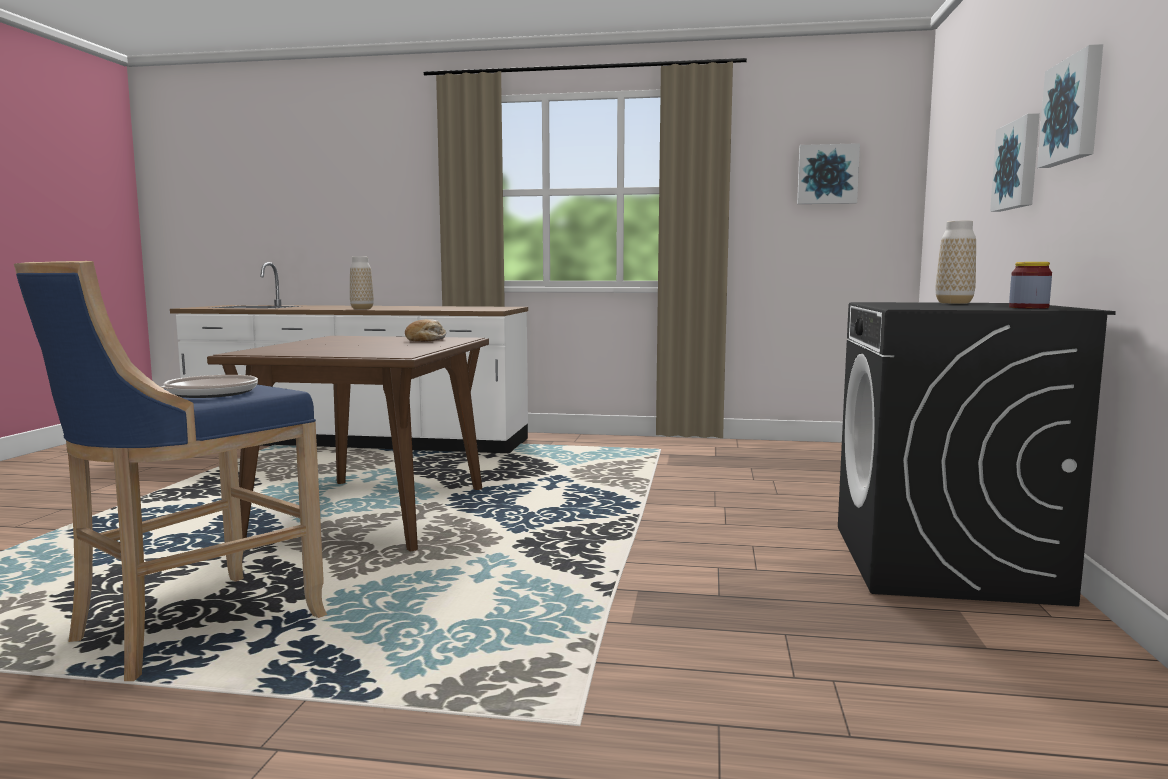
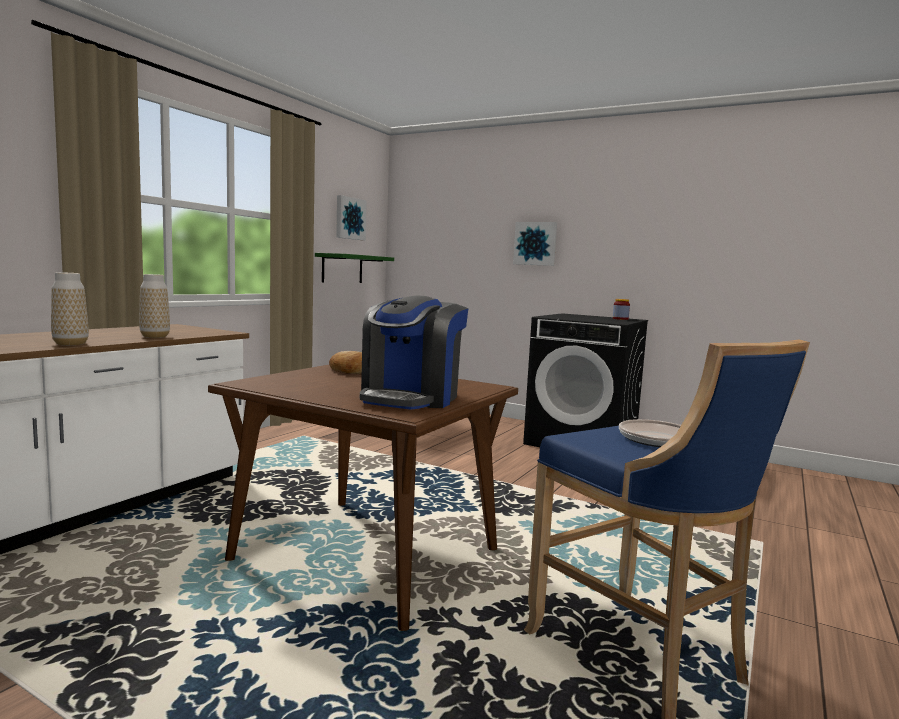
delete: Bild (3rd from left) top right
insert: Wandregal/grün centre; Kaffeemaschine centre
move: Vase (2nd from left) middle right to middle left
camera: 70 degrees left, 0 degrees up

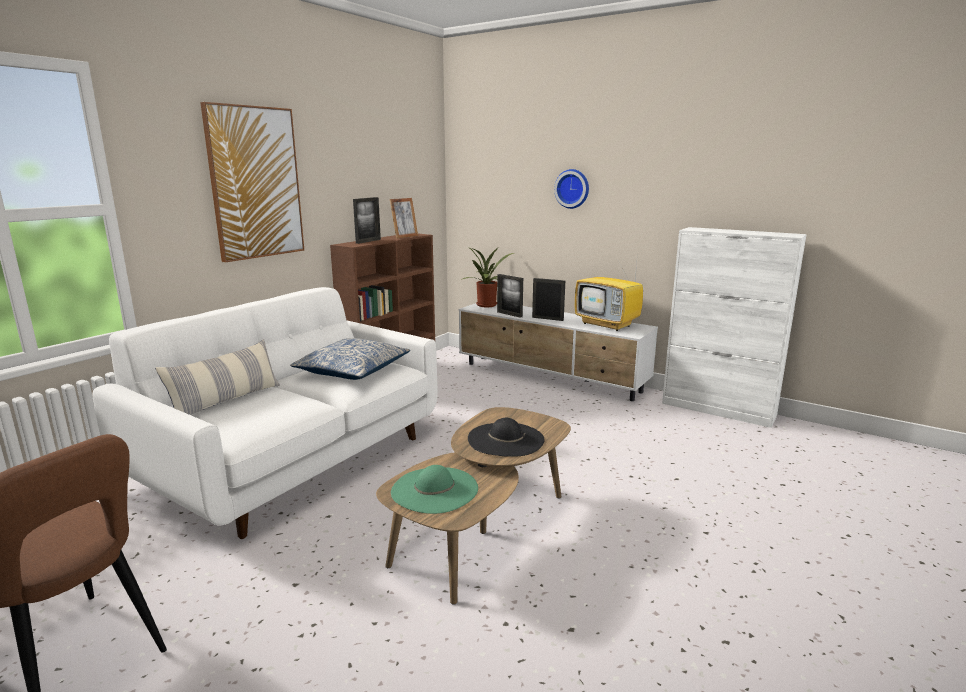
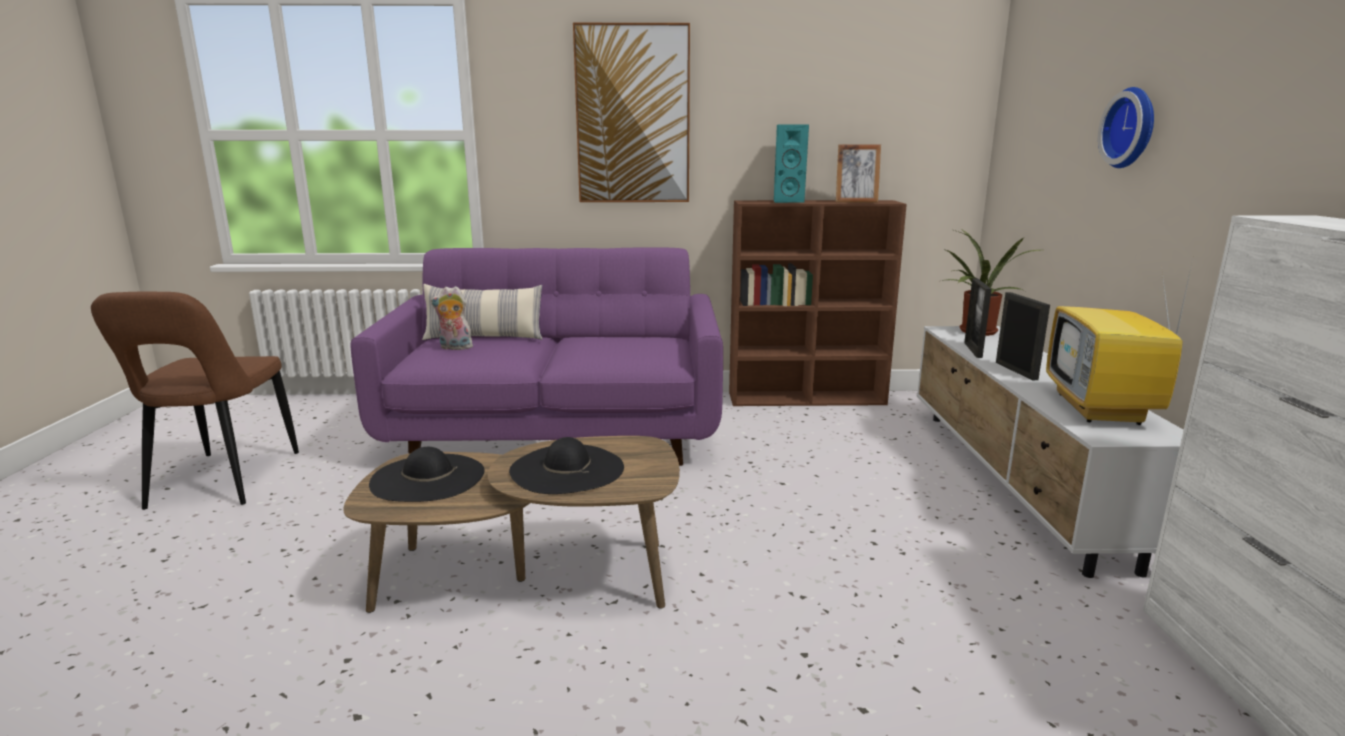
delete: Kissen (2nd from left) centre
insert: Plüschtier centre
replace: Bilderrahmen (1st from left) top centre to Lautsprecher/türkis top centre
recolor: Sofa/weiß middle left to Sofa/lila centre; Hut/grün bottom centre to Hut/schwarz (1st from left) middle left
camera: 55 degrees right, 0 degrees up

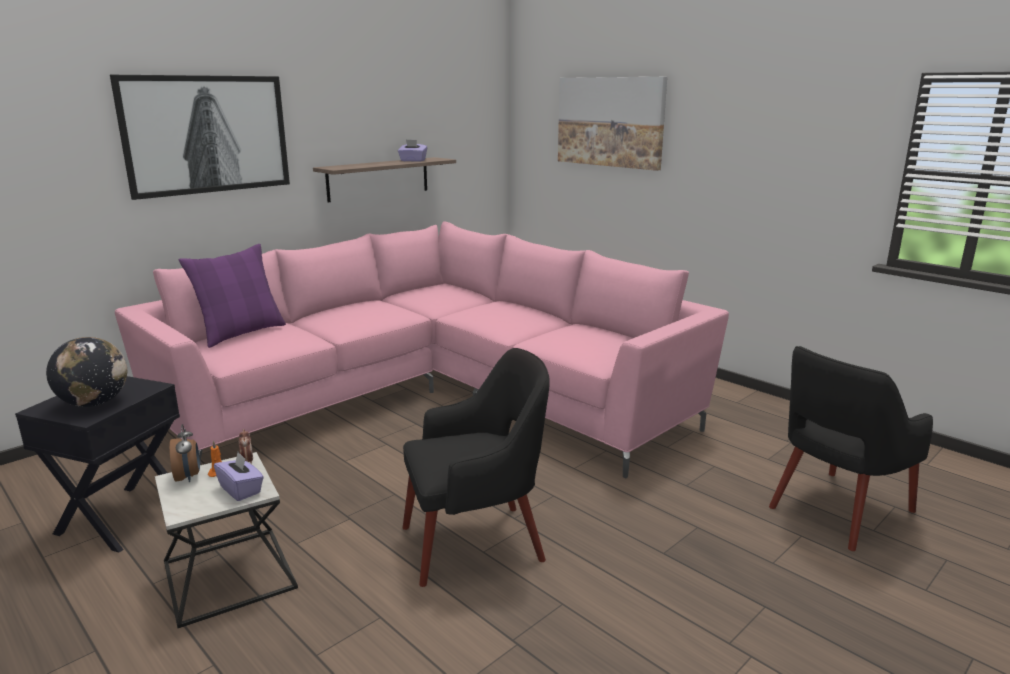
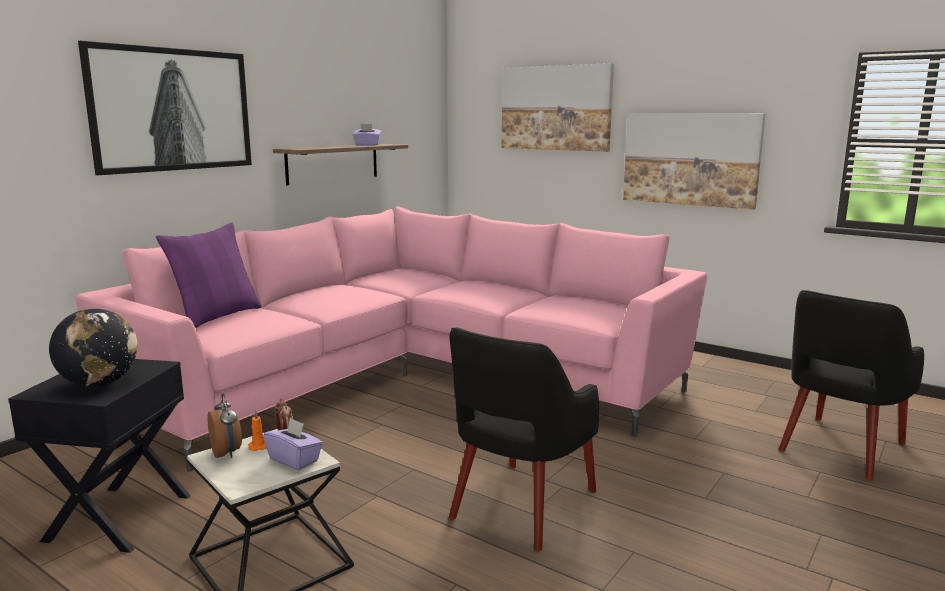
insert: Bild (3rd from left) top right
rotate: Sessel/schwarz (1st from left) bottom centre = bottom centre 150 degrees clockwise
camera: 10 degrees left, 5 degrees down

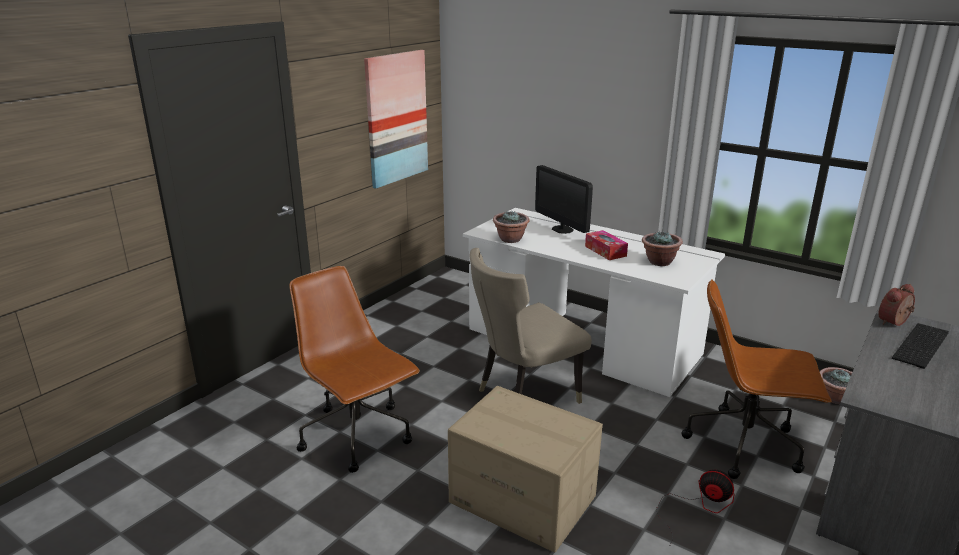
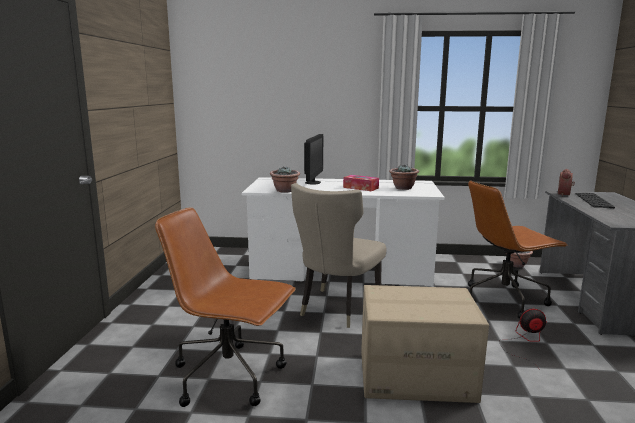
delete: Bild top centre
rotate: Monitor centre = centre 105 degrees counterclockwise
camera: 30 degrees left, 10 degrees down

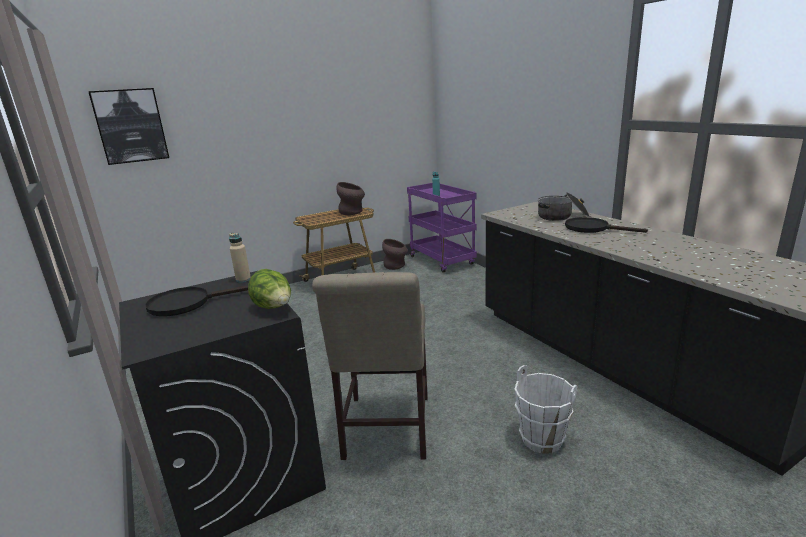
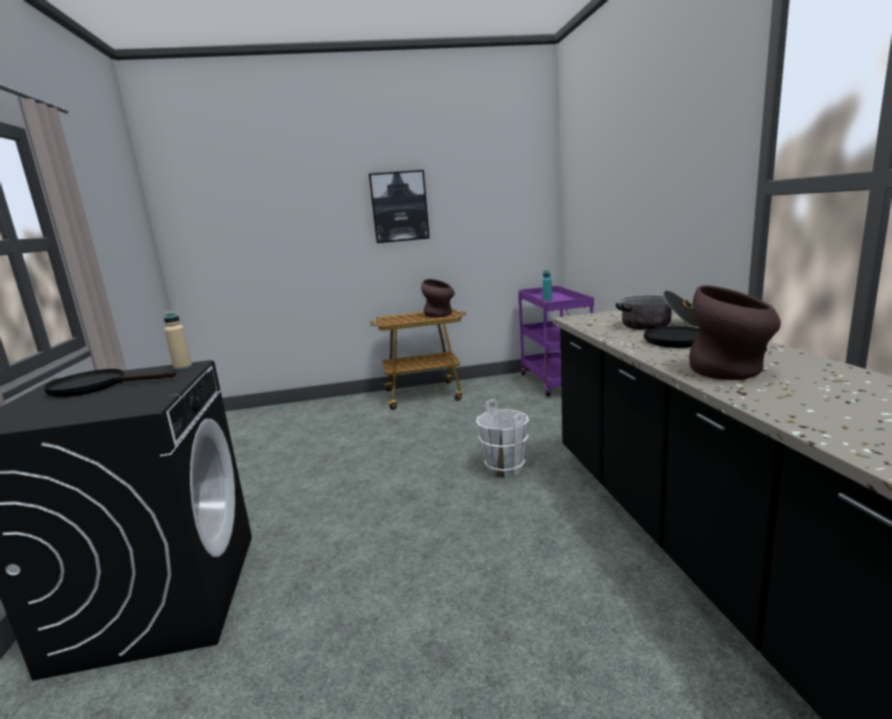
delete: Salatkopf centre; Stuhl/beige bottom centre
move: Bild top left to top centre; Vase/braun (2nd from left) centre to middle right; Eimer/weiß bottom right to centre
camera: 20 degrees right, 5 degrees down

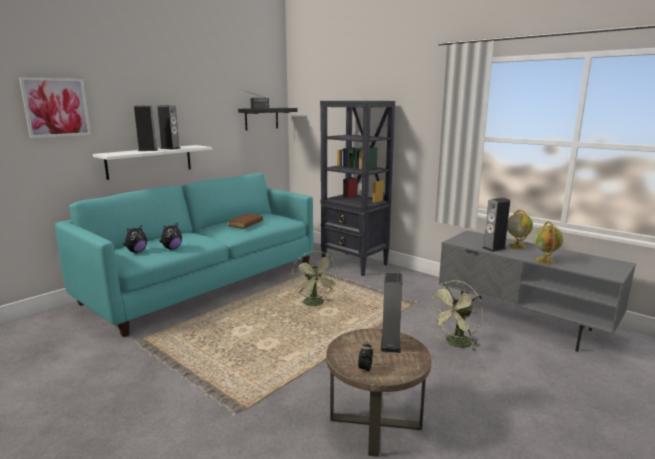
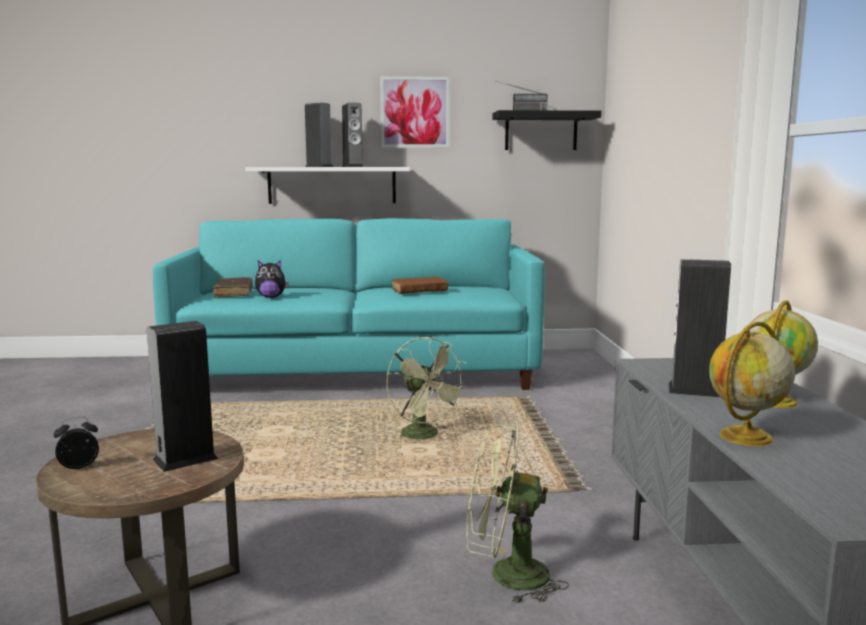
delete: Bücherregal/schwarz centre
move: Bild top left to top centre
replace: Plüschtier (1st from left) middle left to Buch/braun (1st from left) middle left
rotate: Ventilator/grün (1st from left) centre = centre 60 degrees counterclockwise
camera: 45 degrees right, 5 degrees down

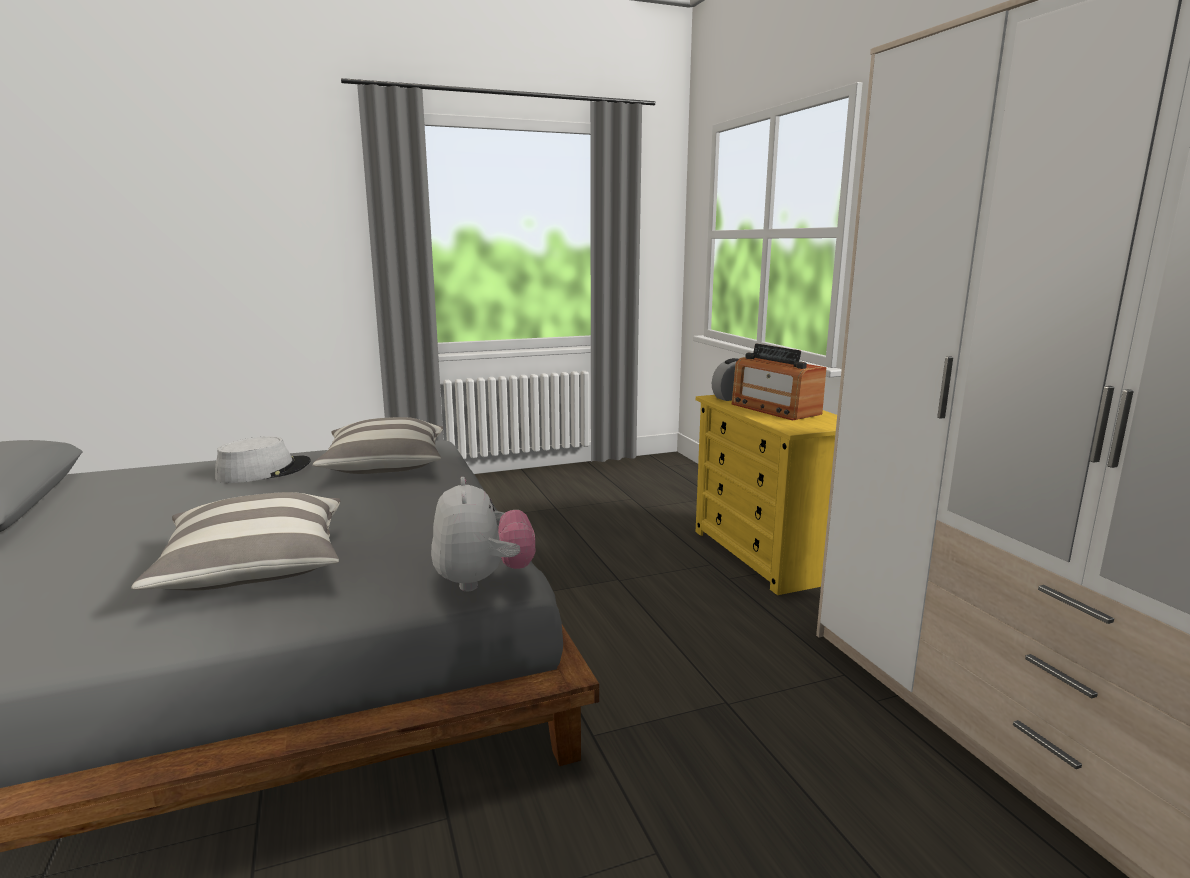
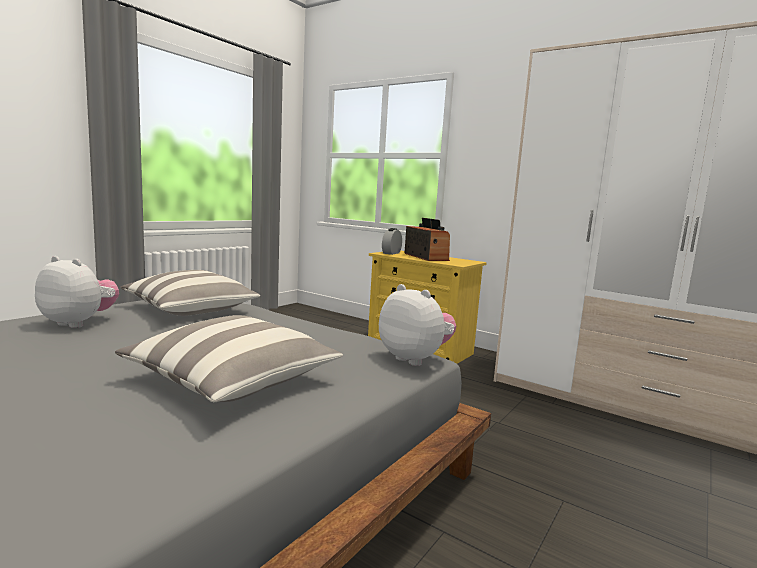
replace: Hut/grau middle left to Plüschtier (1st from left) middle left
rotate: Radio centre = centre 135 degrees counterclockwise
camera: 35 degrees left, 5 degrees down

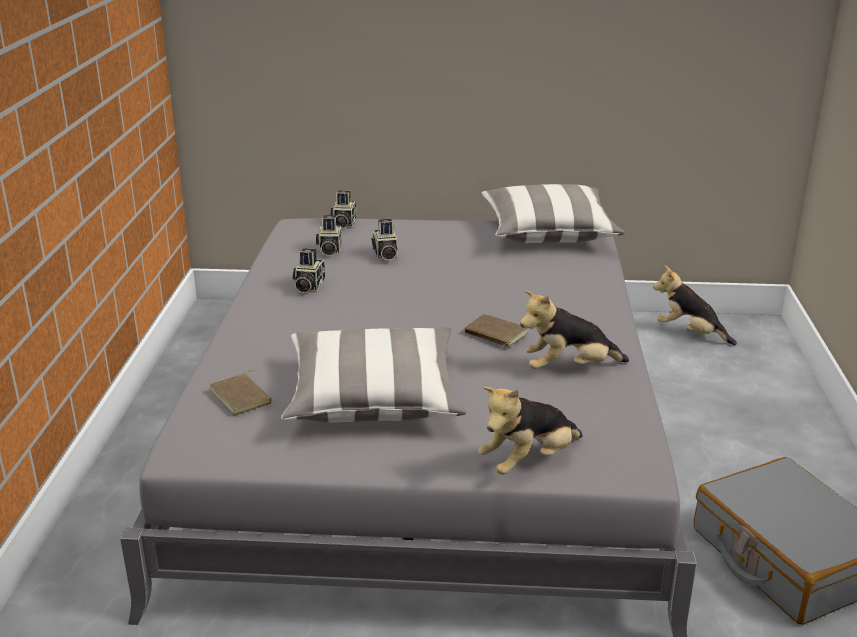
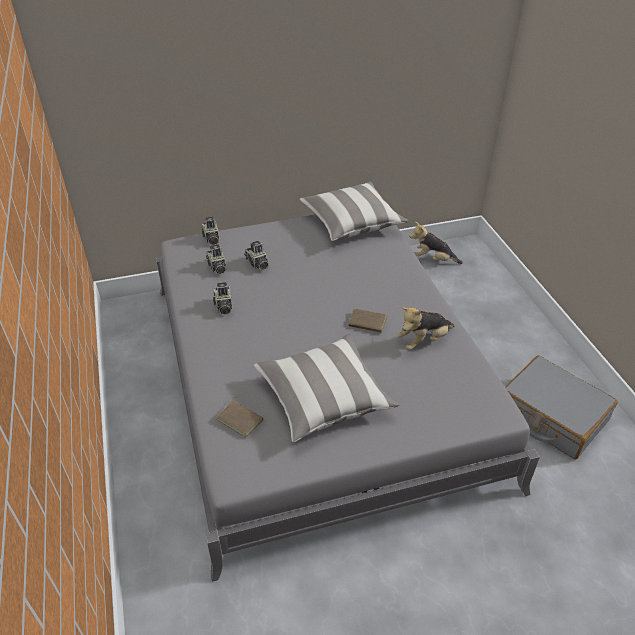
delete: Plüschtier (1st from left) bottom centre
camera: 20 degrees left, 15 degrees up

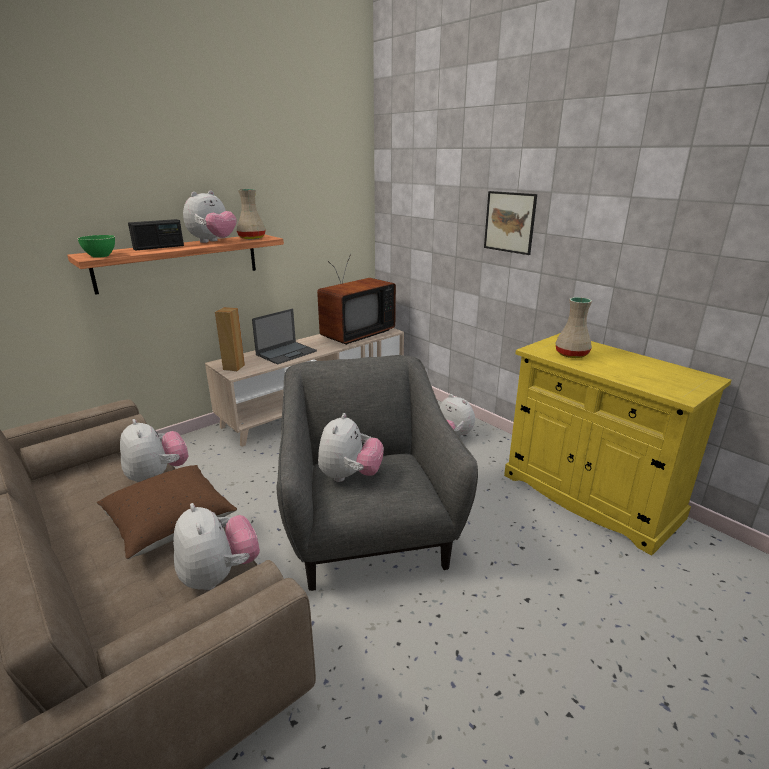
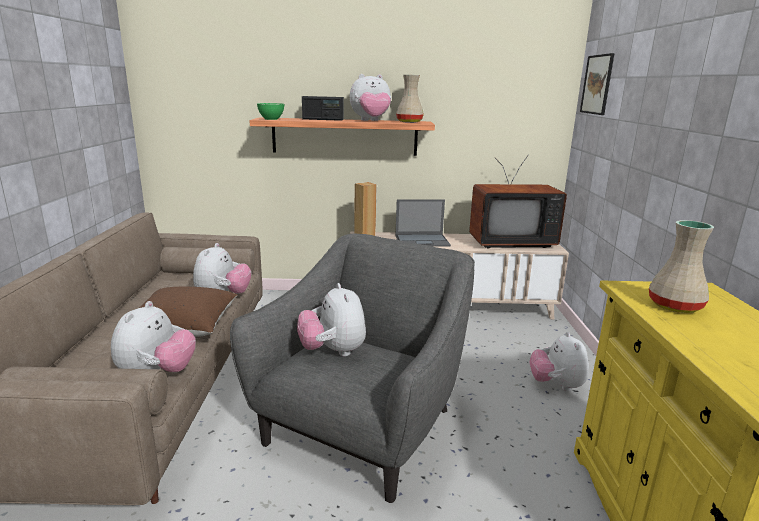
move: Bild top centre to top right
rotate: Plüschtier (4th from left in the first image) centre = centre 105 degrees clockwise
camera: 40 degrees right, 5 degrees down

